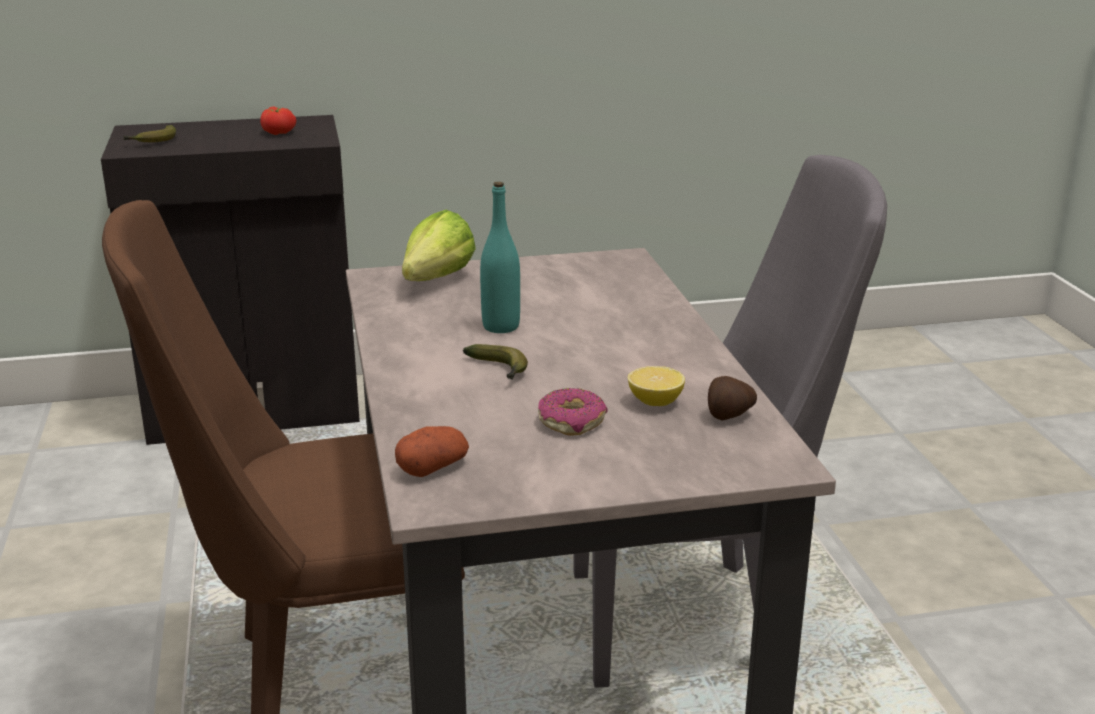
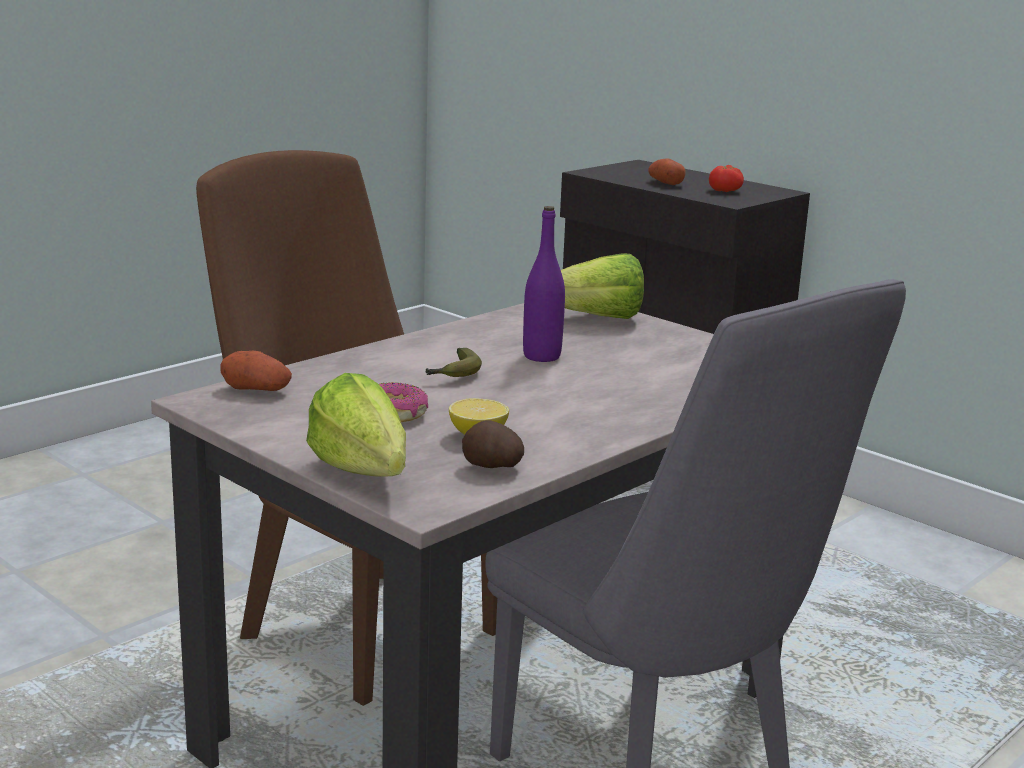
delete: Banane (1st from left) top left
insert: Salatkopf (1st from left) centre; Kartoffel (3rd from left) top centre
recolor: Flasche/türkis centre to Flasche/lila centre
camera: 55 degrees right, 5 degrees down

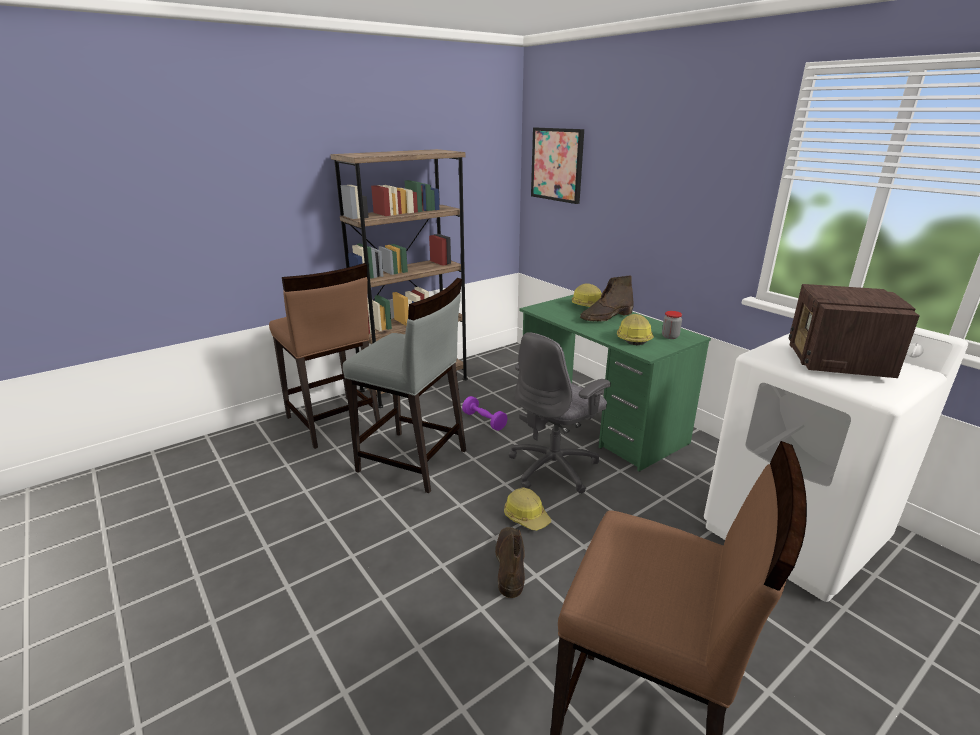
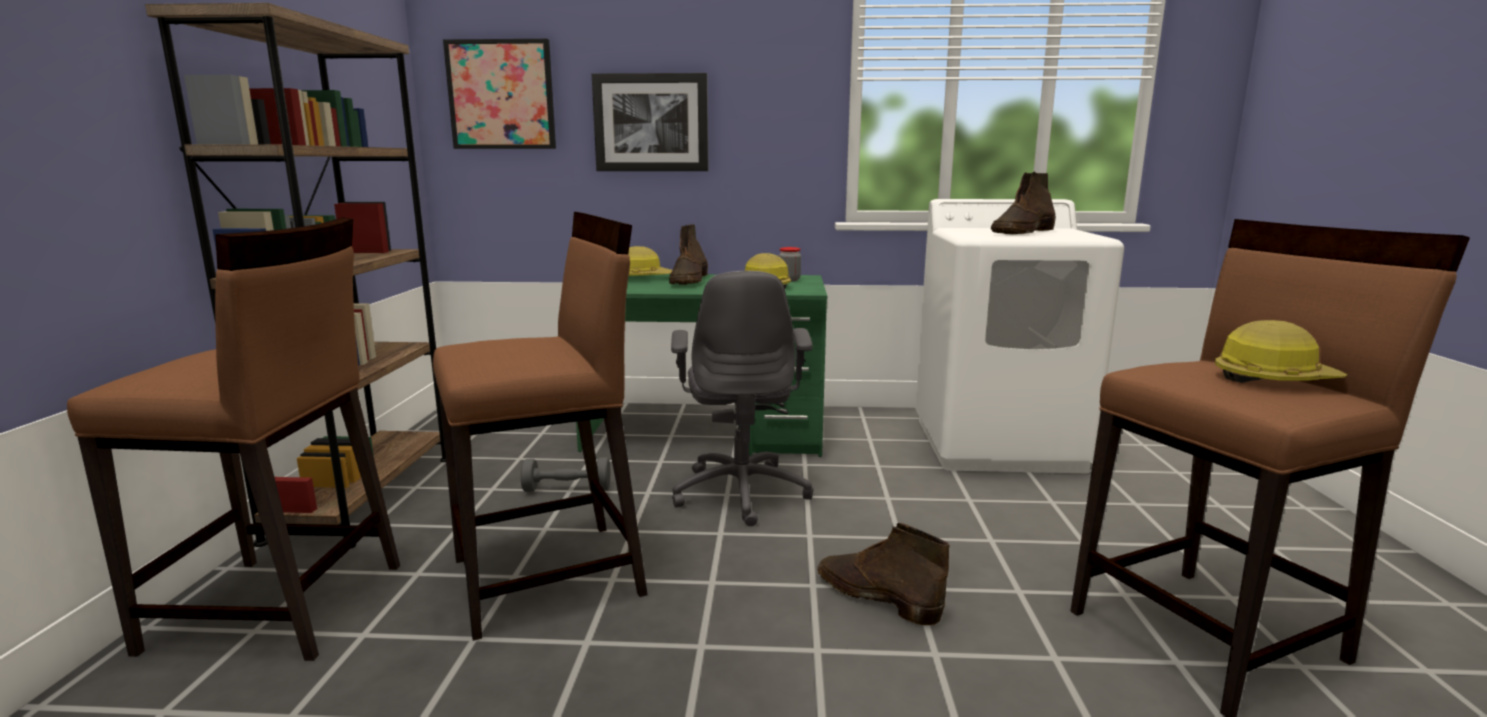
insert: Bild (2nd from left) top centre
move: Schutzhelm (1st from left in the first image) bottom centre to Schutzhelm (3rd from left) middle right
replace: Radio middle right to Stiefel/braun (3rd from left) top right
recolor: Hocker/grau centre to Hocker/braun (2nd from left) centre; Hantel/lila centre to Hantel/grau centre
camera: 50 degrees left, 10 degrees down

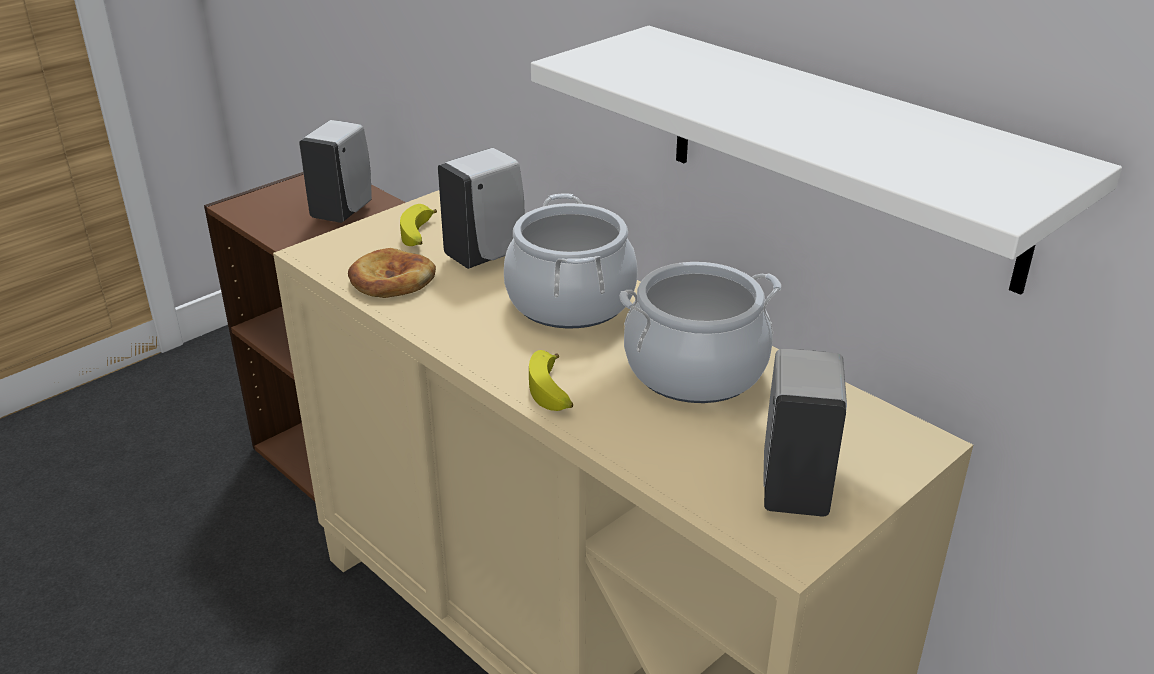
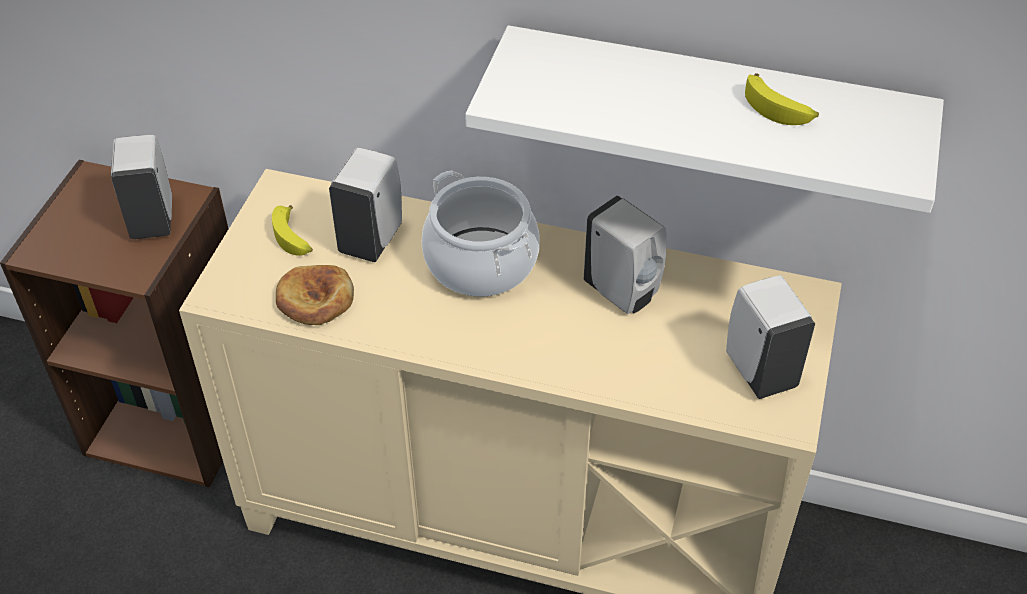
move: Banane (2nd from left) centre to top right
replace: Kochtopf (2nd from left) centre to Seifenspender/weiß (3rd from left) centre
camera: 30 degrees left, 15 degrees up

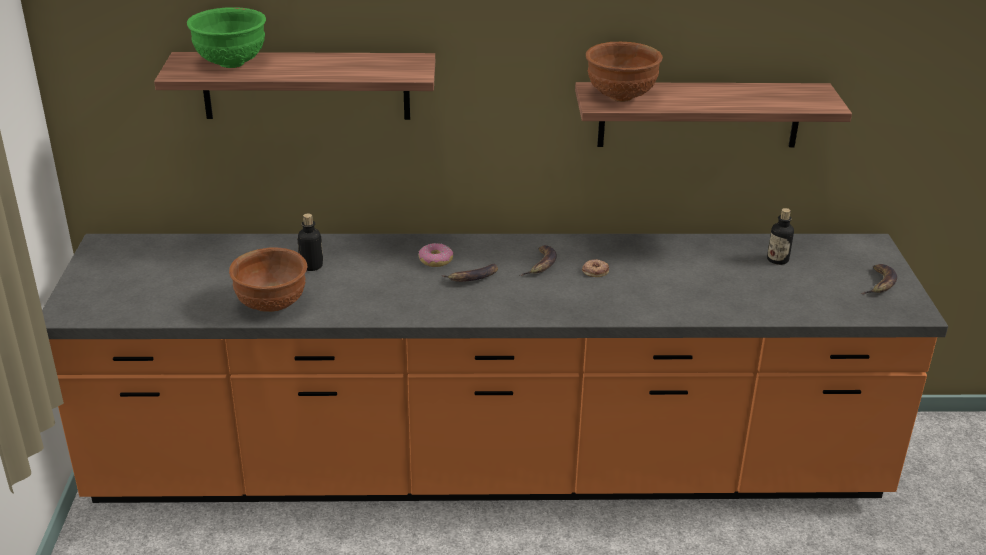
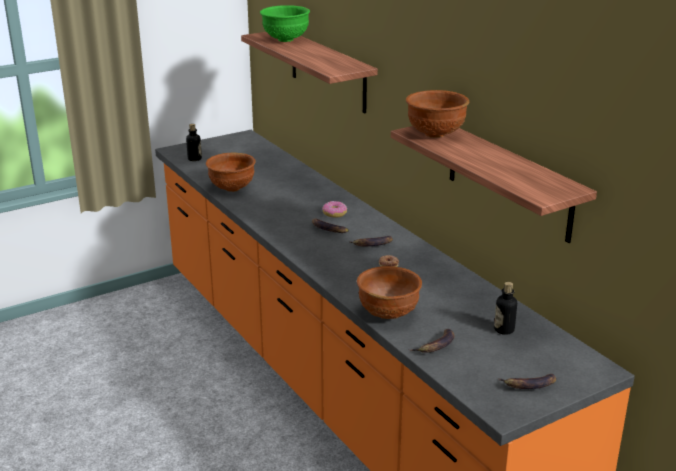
insert: Schüssel/braun (2nd from left) centre; Banane (3rd from left) bottom centre
move: Flasche (1st from left) middle left to top left
camera: 60 degrees right, 5 degrees down

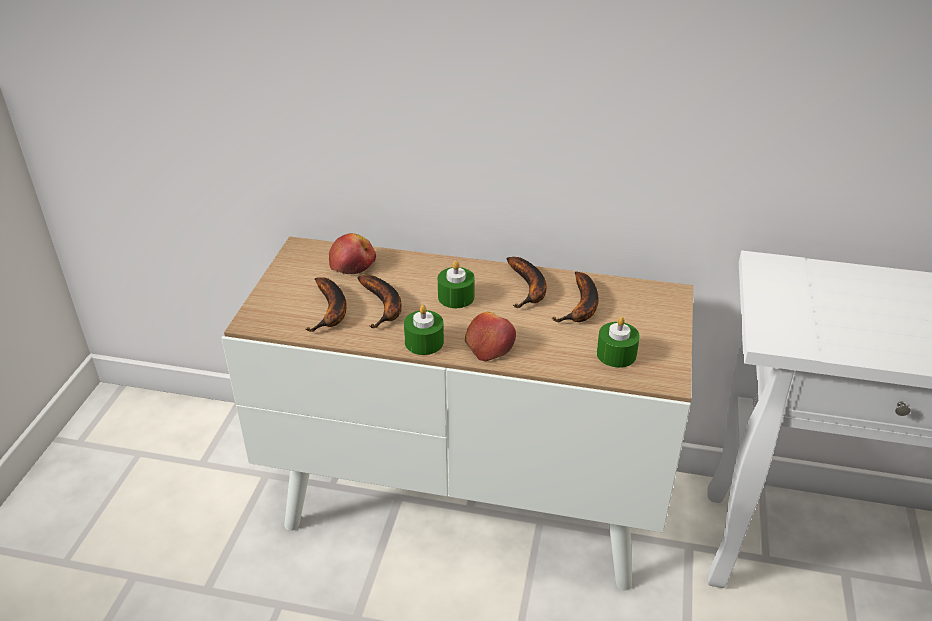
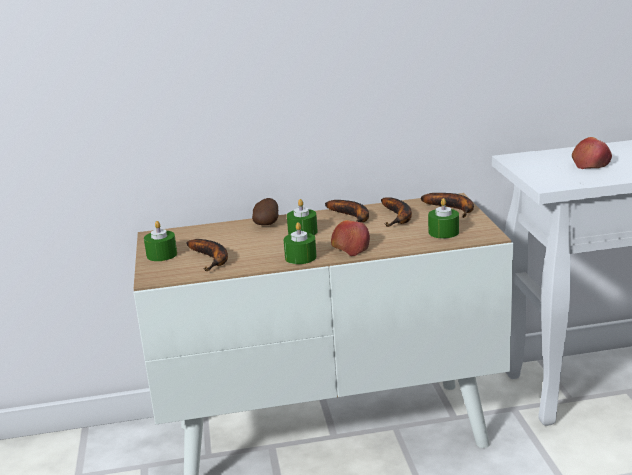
insert: Kerze/grün (1st from left) middle left; Kartoffel centre
move: Apfel (1st from left in the first image) centre to Apfel (2nd from left) top right; Banane (2nd from left in the first image) centre to Banane (4th from left) middle right
camera: 20 degrees left, 15 degrees down

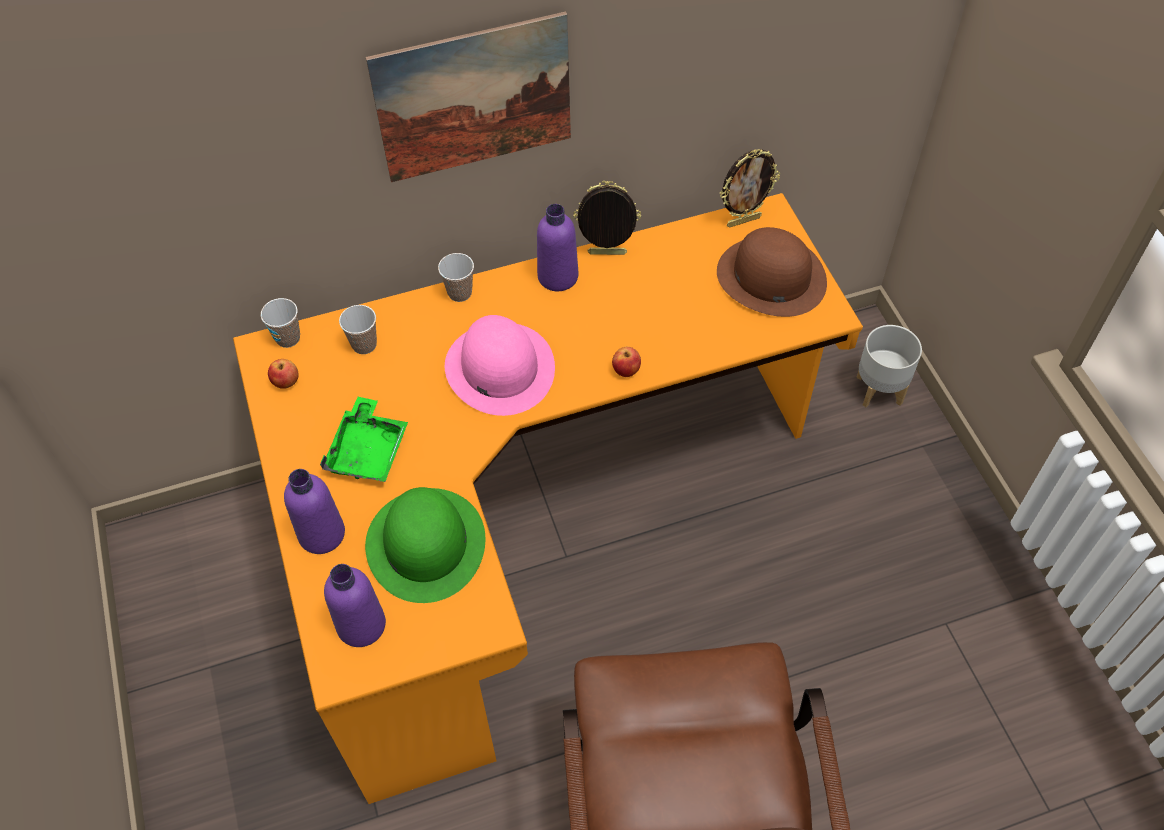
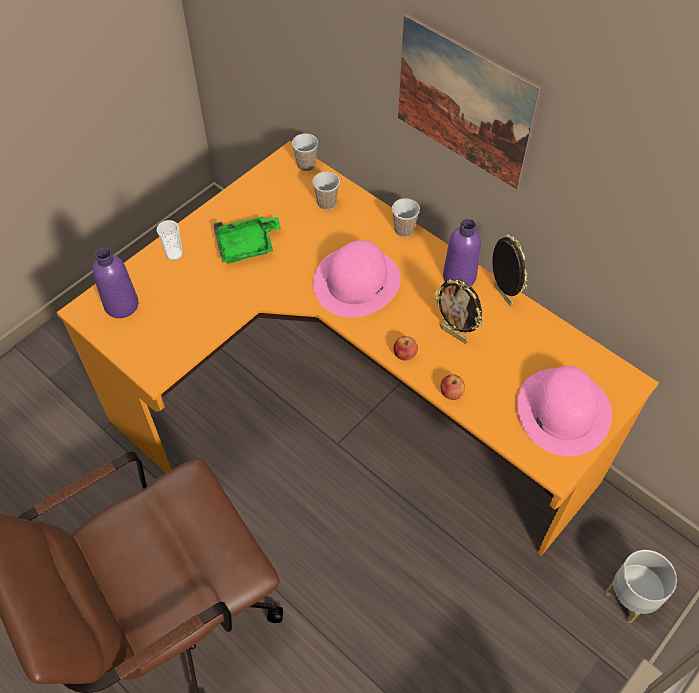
delete: Hut/grün centre
move: Apfel (1st from left in the first image) middle left to Apfel (2nd from left) centre; Bilderrahmen (2nd from left in the first image) top centre to Bilderrahmen (1st from left) centre
replace: Flasche/lila (1st from left) middle left to Tasse (1st from left) middle left
recolor: Hut/braun top centre to Hut/rosa (2nd from left) middle right
camera: 60 degrees right, 0 degrees up

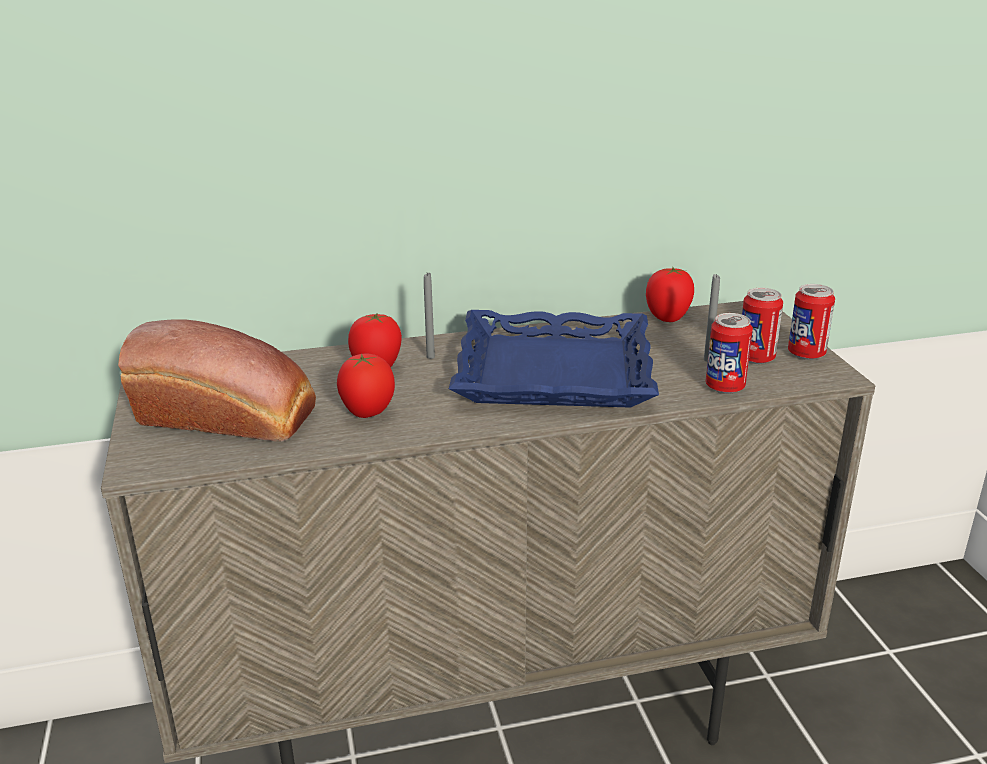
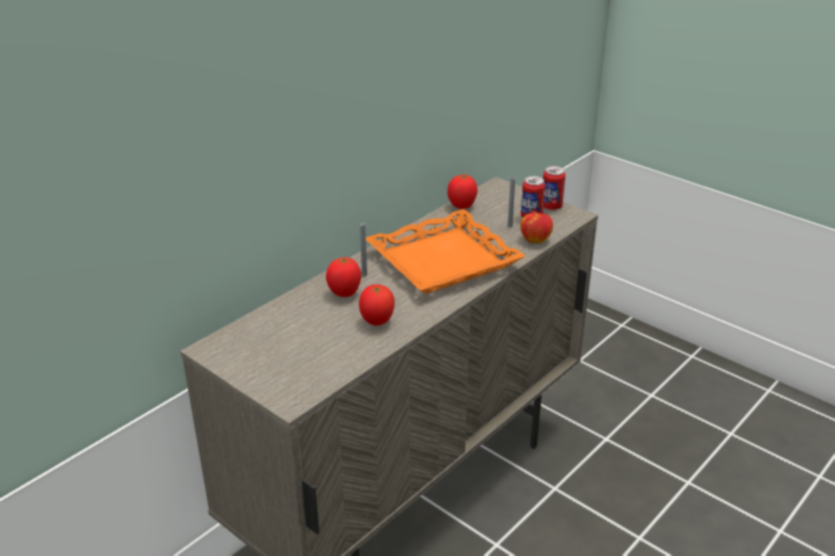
delete: Brot middle left
replace: Dose (1st from left) middle right to Apfel centre
recolor: Tablett/blau centre to Tablett/orange centre
camera: 35 degrees left, 5 degrees up

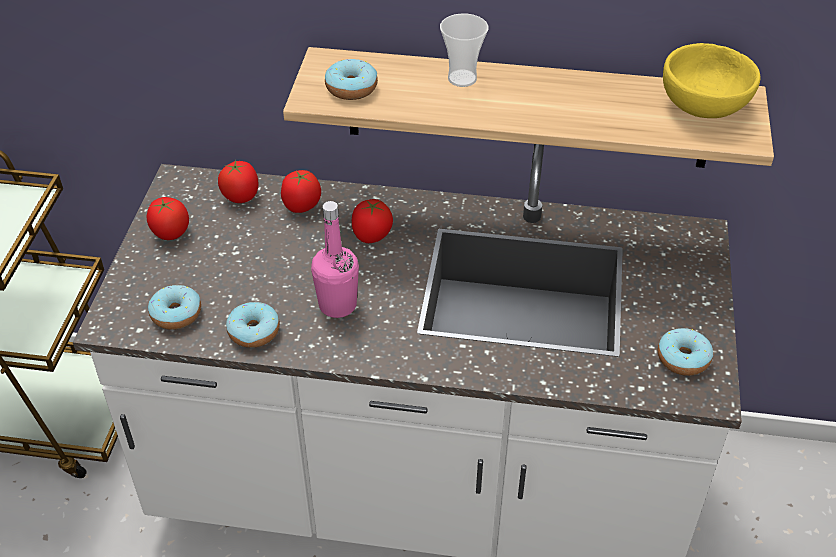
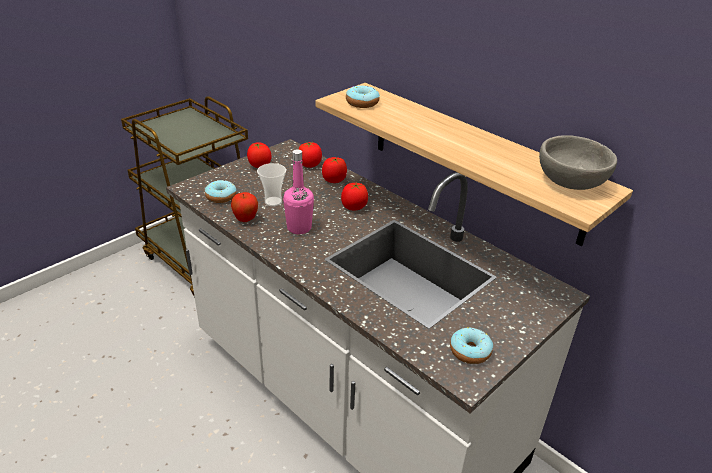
move: Tasse top centre to centre
replace: Donut (2nd from left) middle left to Apfel centre
recolor: Schüssel/gelb top right to Schüssel/grau middle right
camera: 35 degrees right, 10 degrees down

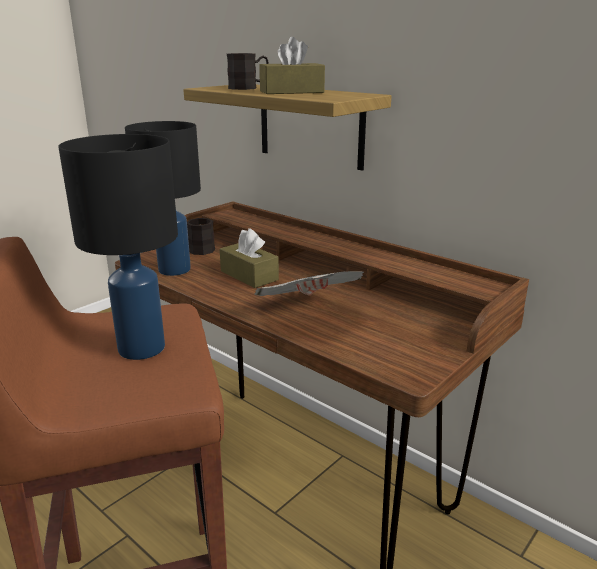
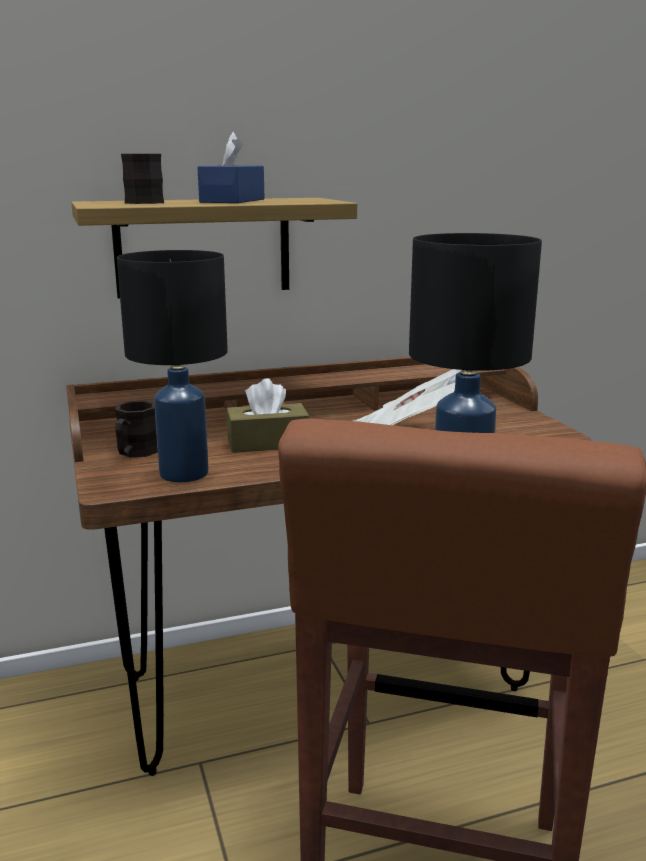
recolor: Taschentuchbox/braun (2nd from left) top centre to Taschentuchbox/blau top centre
camera: 60 degrees left, 5 degrees down

